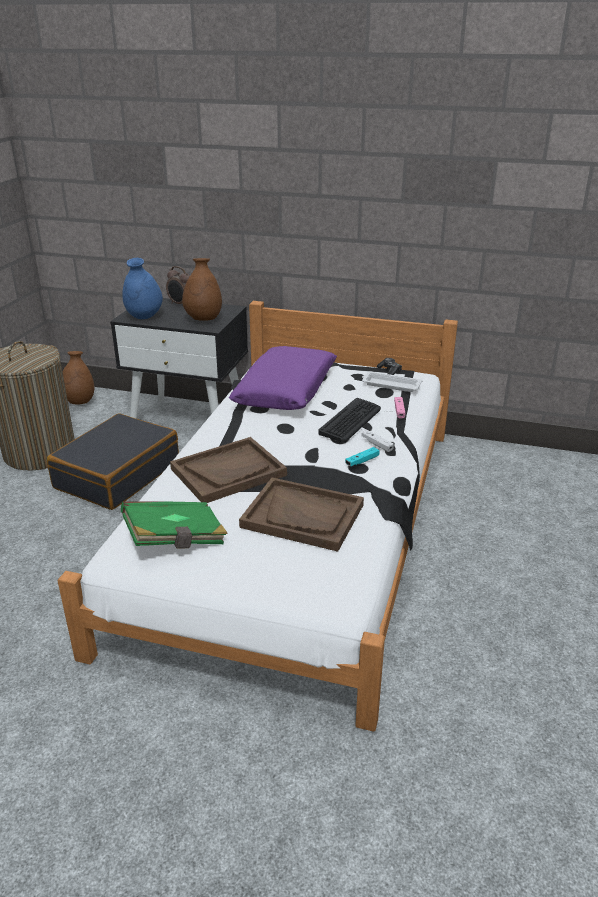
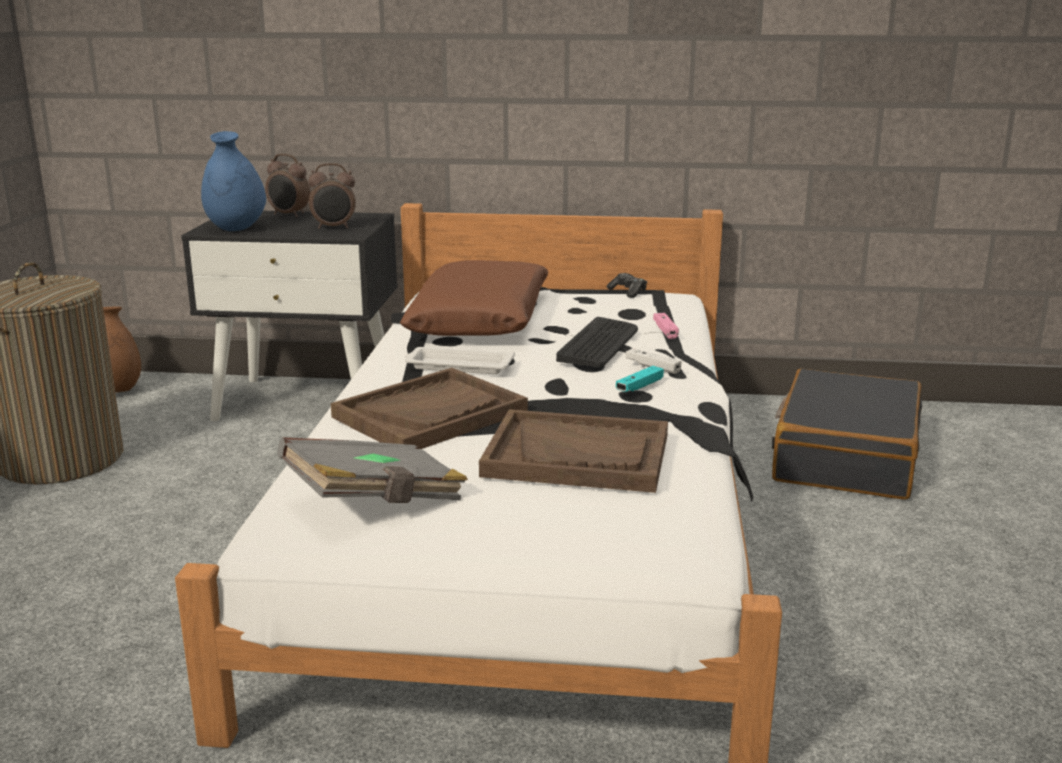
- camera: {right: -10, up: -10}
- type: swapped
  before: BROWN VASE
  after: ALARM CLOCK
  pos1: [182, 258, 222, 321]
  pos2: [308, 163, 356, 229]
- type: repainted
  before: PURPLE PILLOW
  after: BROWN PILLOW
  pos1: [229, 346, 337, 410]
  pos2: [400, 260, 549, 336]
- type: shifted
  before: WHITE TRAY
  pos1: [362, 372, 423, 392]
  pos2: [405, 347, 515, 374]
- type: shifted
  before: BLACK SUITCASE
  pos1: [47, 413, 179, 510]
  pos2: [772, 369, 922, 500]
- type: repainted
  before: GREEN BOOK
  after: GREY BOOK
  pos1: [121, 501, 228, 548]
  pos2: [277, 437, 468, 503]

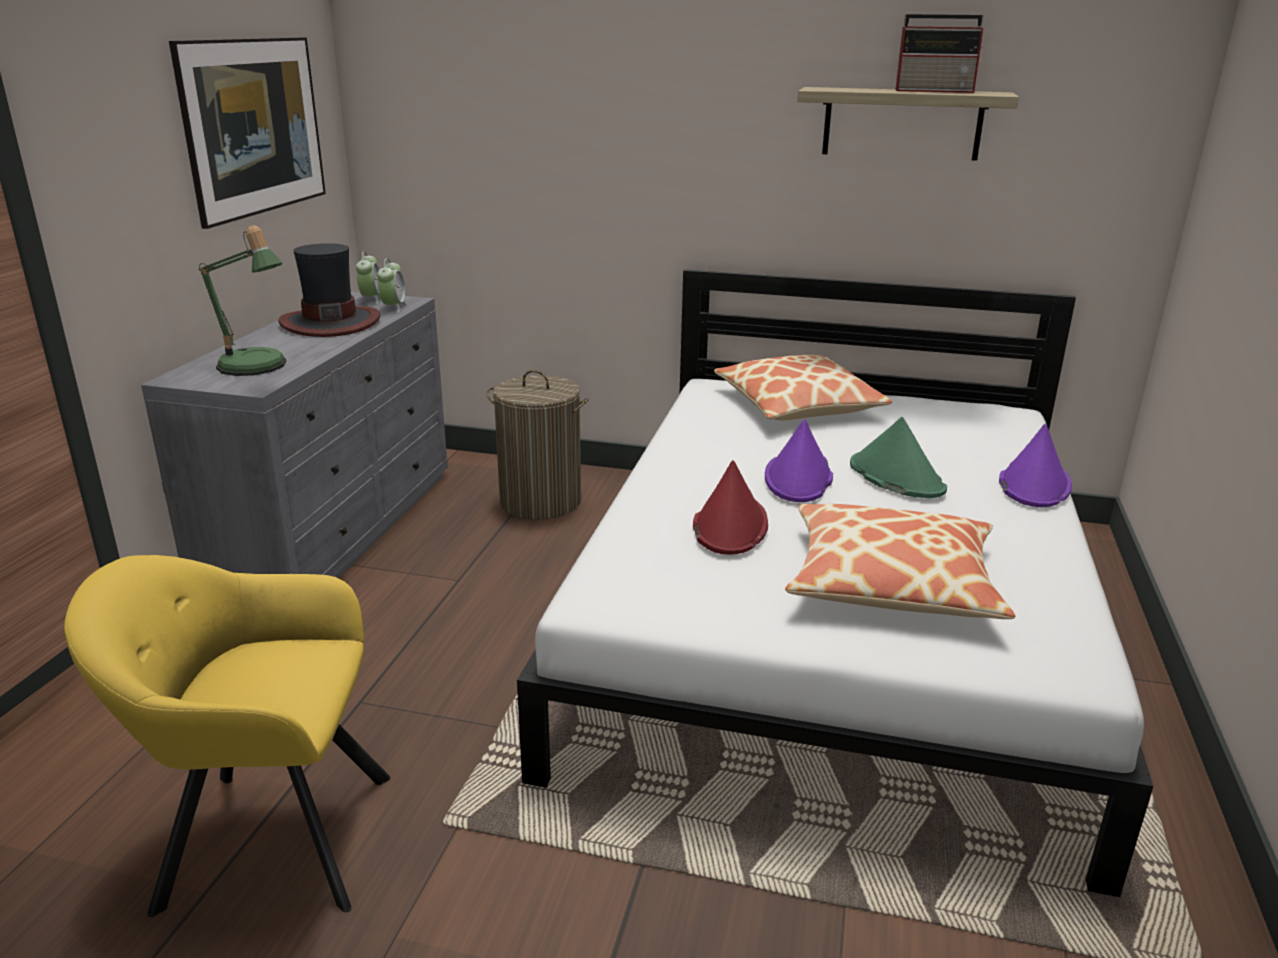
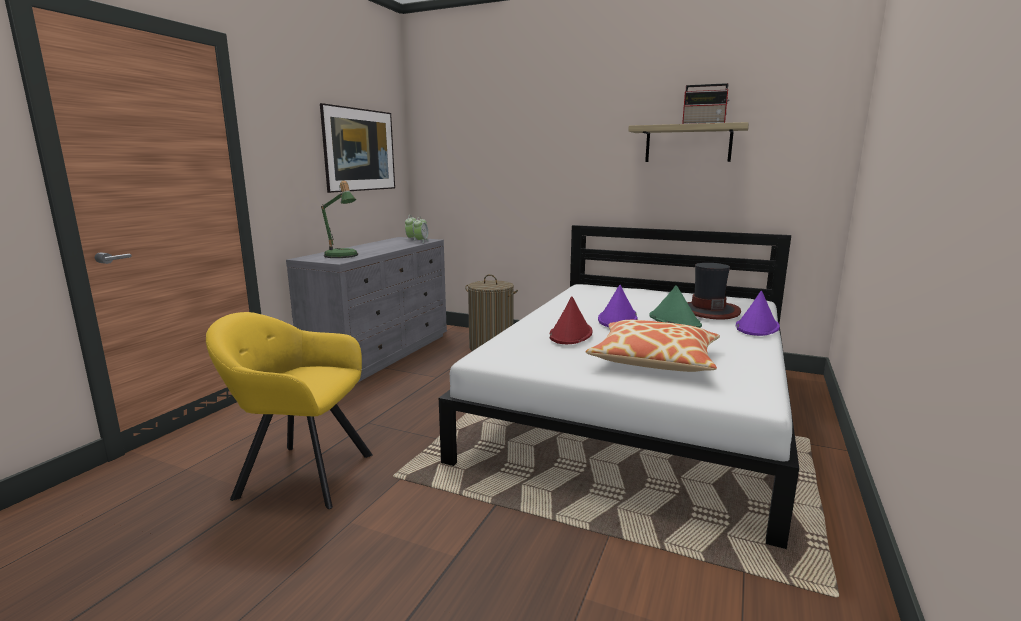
- camera: {right: 10, up: -10}
- type: shifted
  before: HAT
  pos1: [278, 243, 380, 337]
  pos2: [687, 263, 741, 319]
- type: gone
  before: PILLOW
  pos1: [714, 355, 892, 420]

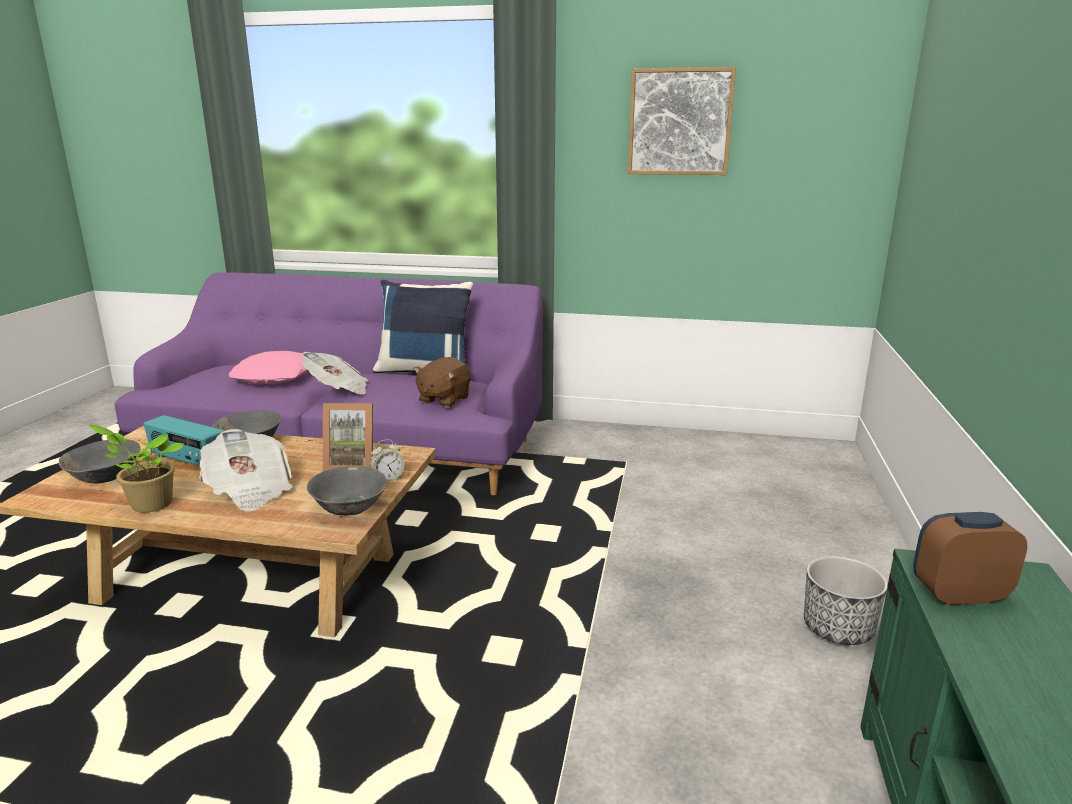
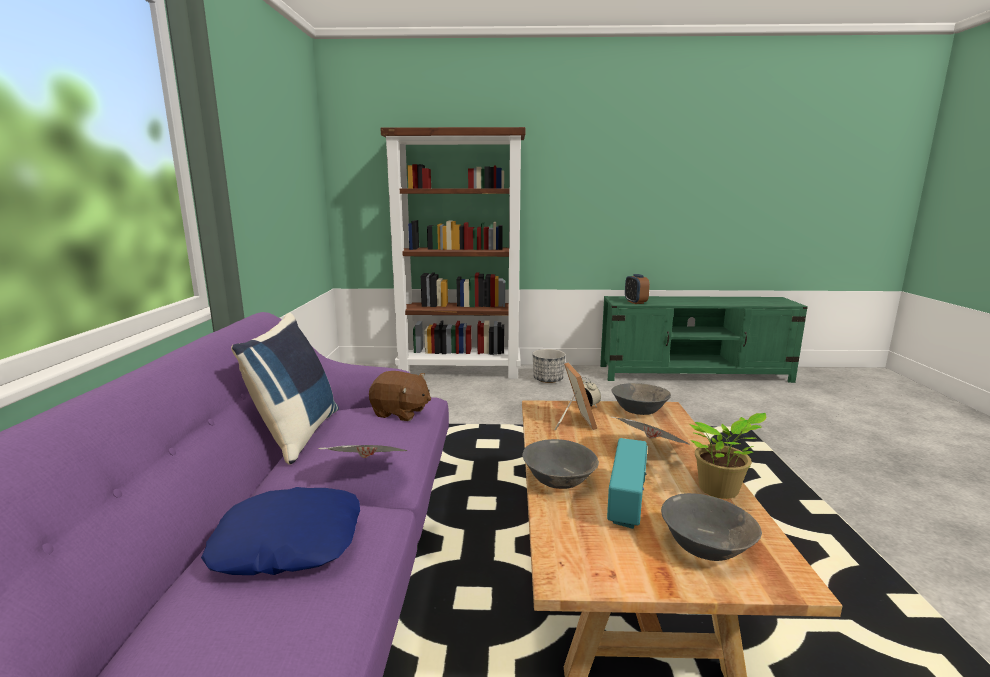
- camera: {right: -100, up: -5}
- type: gone
  before: PICTURE
  pos1: [628, 67, 736, 175]
- type: repainted
  before: PINK PILLOW
  after: BLUE PILLOW
  pos1: [229, 351, 307, 384]
  pos2: [201, 487, 360, 575]
- type: new
  after: BROWN BOOKCASE
  pos2: [380, 127, 525, 379]

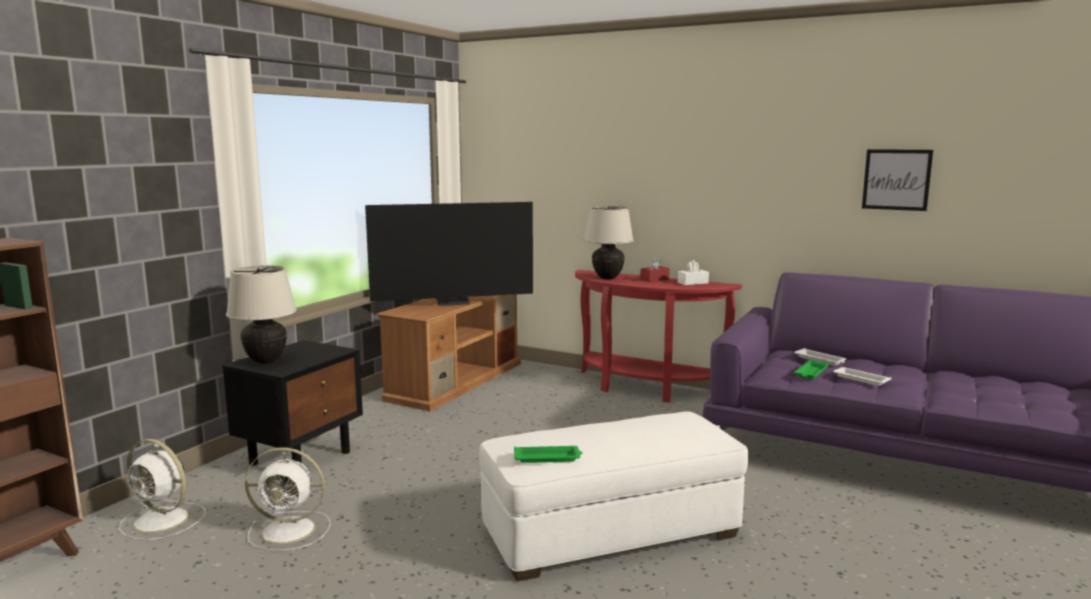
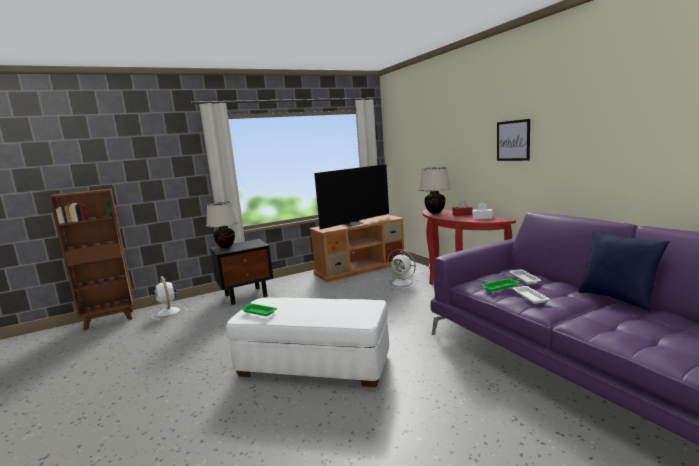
- camera: {right: 35, up: 0}
- type: shifted
  before: PICTURE
  pos1: [862, 149, 933, 211]
  pos2: [497, 119, 530, 161]
- type: rotated
  before: TELEVISION
  pos1: [365, 202, 533, 306]
  pos2: [314, 164, 389, 229]
  turn: -60
- type: shifted
  before: WHITE FAN
  pos1: [245, 448, 330, 551]
  pos2: [387, 249, 418, 288]
- type: new
  after: BLUE PILLOW
  pos2: [578, 229, 670, 313]

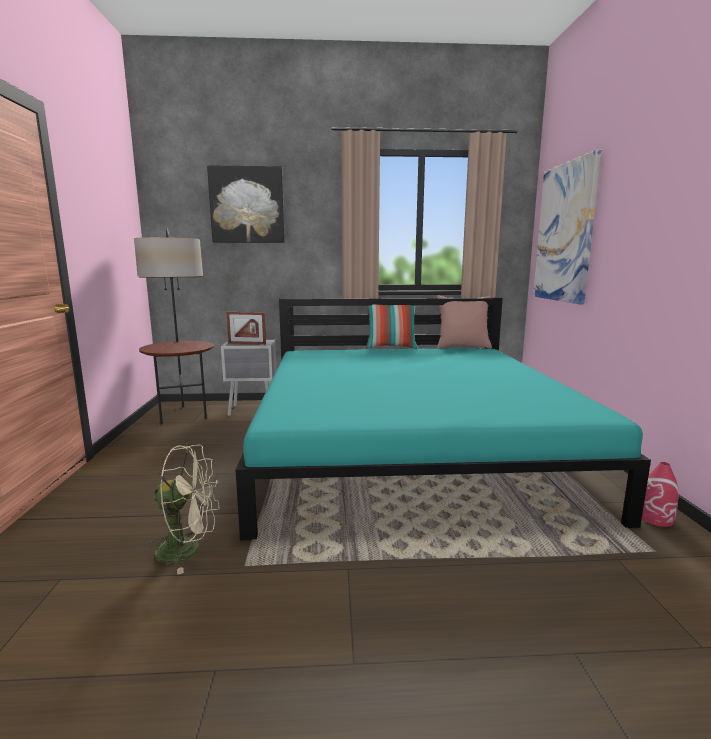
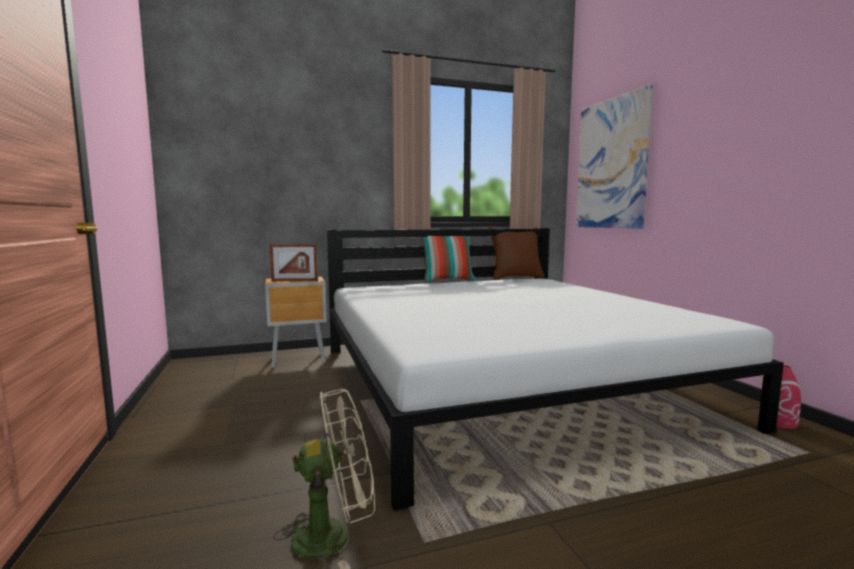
- camera: {right: -15, up: -5}
- type: gone
  before: PICTURE
  pos1: [207, 165, 285, 243]
- type: gone
  before: FLOOR LAMP
  pos1: [134, 229, 214, 424]
- type: repainted
  before: PINK PILLOW
  after: BROWN PILLOW
  pos1: [437, 296, 492, 348]
  pos2: [489, 227, 545, 280]
- type: repainted
  before: TURQUOISE BED
  after: WHITE BED
  pos1: [235, 298, 651, 541]
  pos2: [327, 228, 784, 511]
- type: repainted
  before: GREY NIGHTSTAND
  after: BROWN NIGHTSTAND
  pos1: [221, 340, 276, 416]
  pos2: [265, 277, 327, 368]

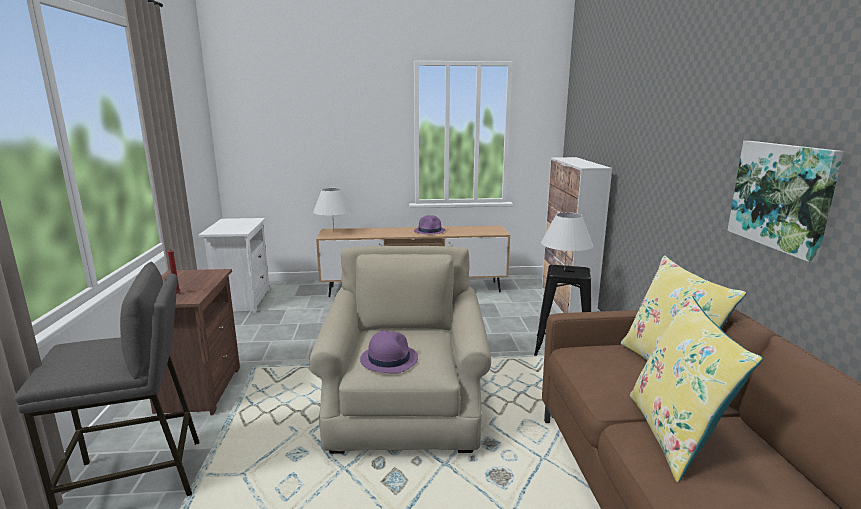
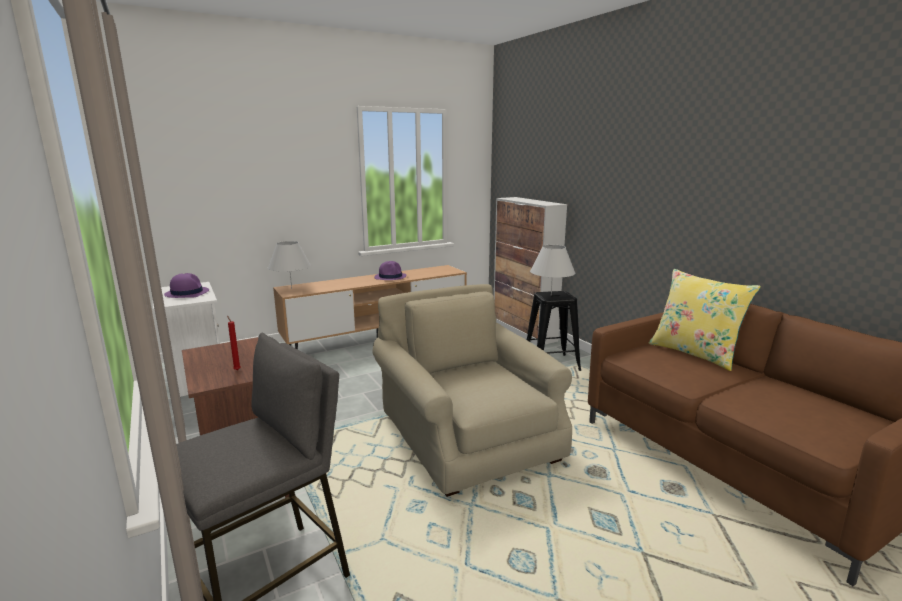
- camera: {right: -25, up: 0}
- type: gone
  before: PICTURE
  pos1: [727, 141, 844, 262]
- type: gone
  before: YELLOW PILLOW
  pos1: [630, 295, 763, 482]
- type: shifted
  before: PURPLE HAT
  pos1: [360, 330, 418, 374]
  pos2: [164, 273, 209, 298]

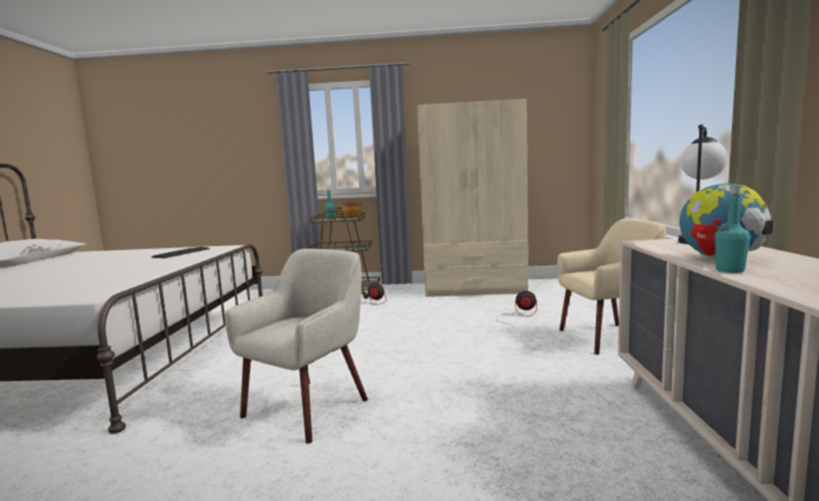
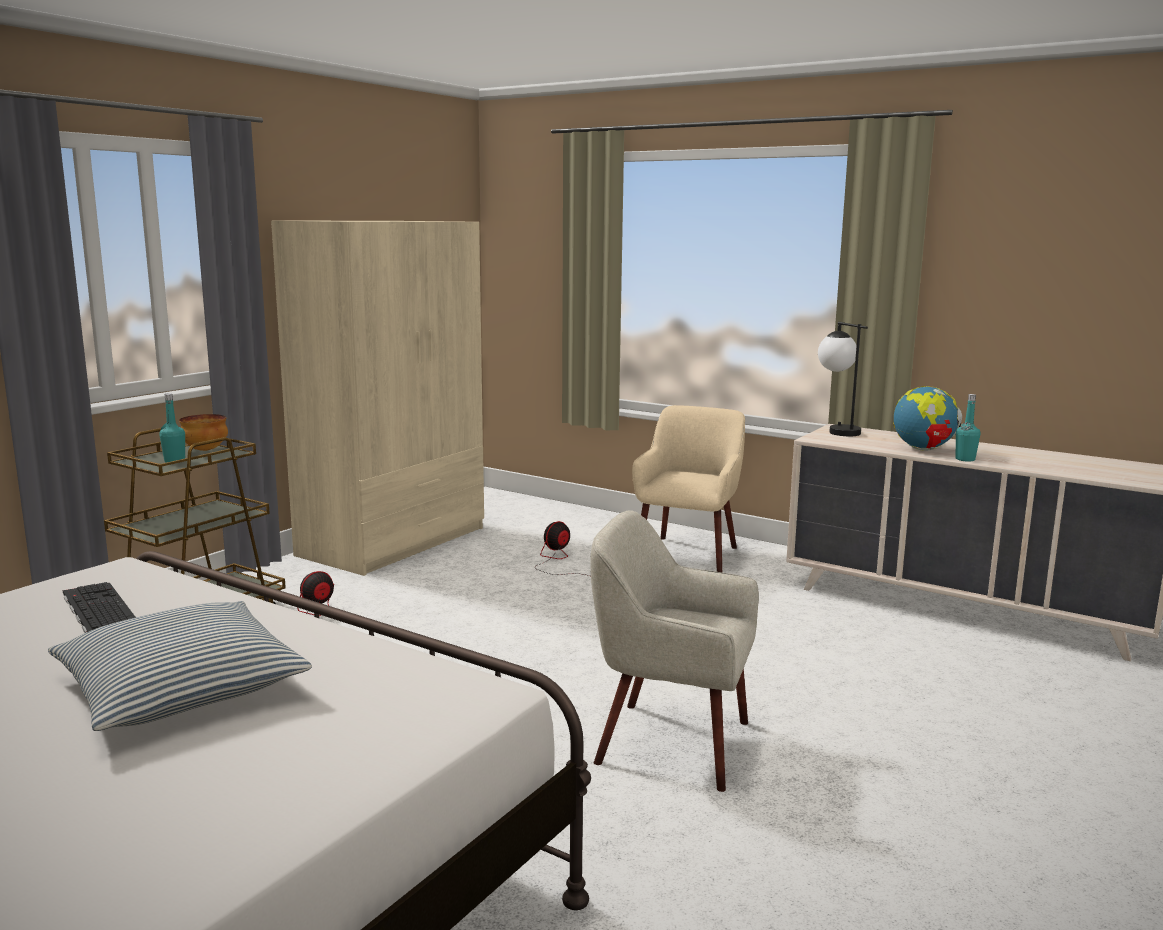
- camera: {right: -60, up: 5}
- type: rotated
  before: BEIGE ARMCHAIR
  pos1: [225, 249, 368, 444]
  pos2: [590, 510, 759, 792]
  turn: -45
- type: new
  after: PILLOW
  pos2: [48, 601, 312, 731]

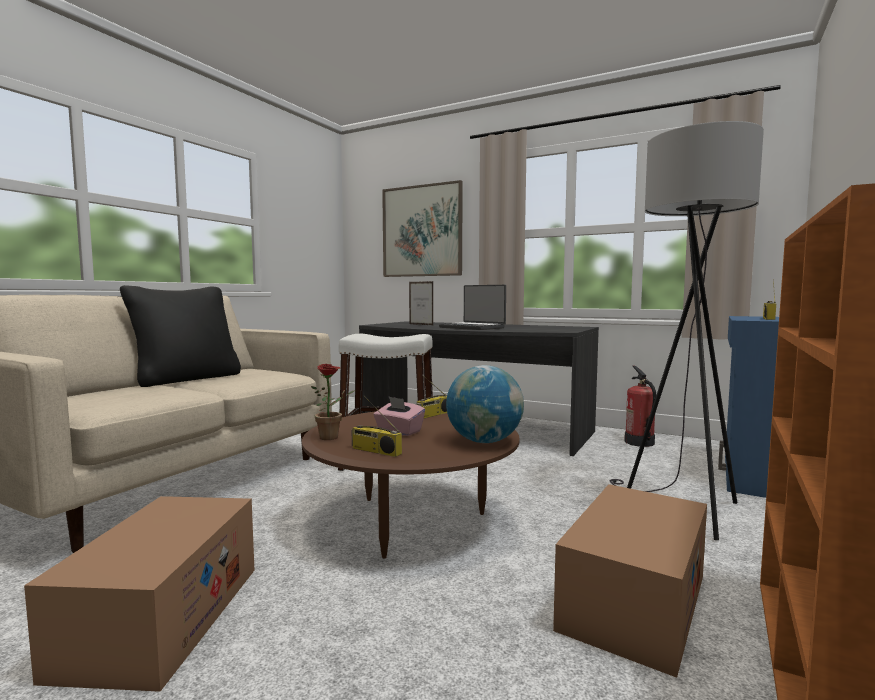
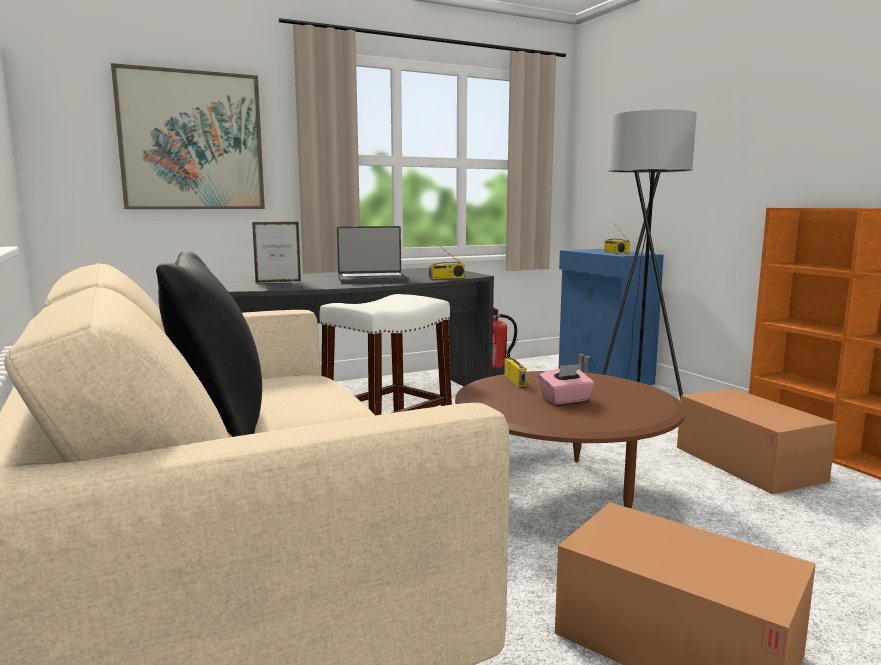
- camera: {right: -55, up: 5}
- type: gone
  before: POTTED PLANT
  pos1: [311, 364, 356, 440]
- type: gone
  before: GLOBE
  pos1: [446, 365, 524, 443]
- type: shifted
  before: RADIO
  pos1: [352, 396, 402, 457]
  pos2: [429, 243, 465, 279]

